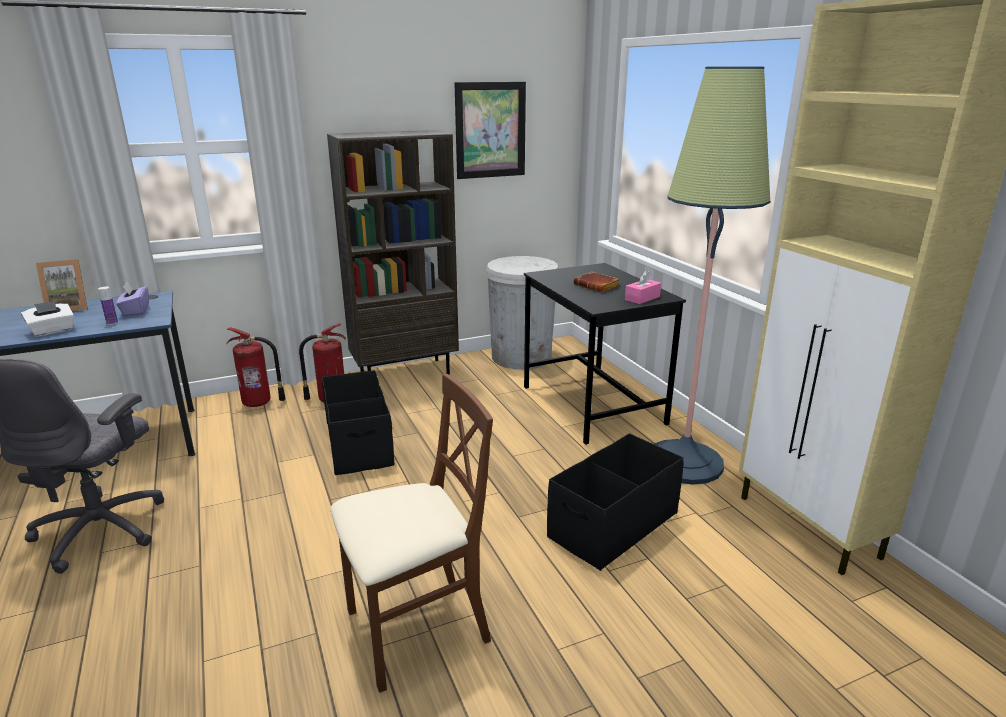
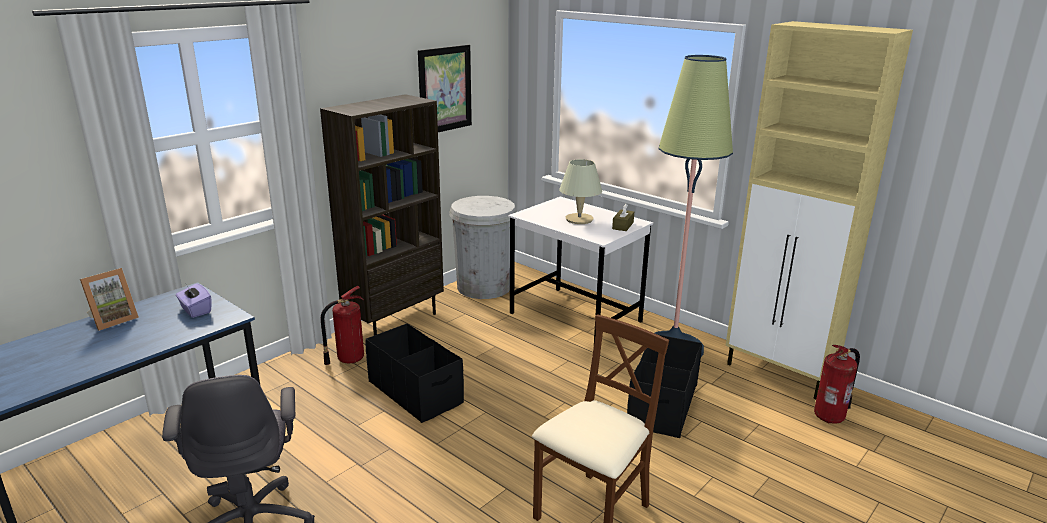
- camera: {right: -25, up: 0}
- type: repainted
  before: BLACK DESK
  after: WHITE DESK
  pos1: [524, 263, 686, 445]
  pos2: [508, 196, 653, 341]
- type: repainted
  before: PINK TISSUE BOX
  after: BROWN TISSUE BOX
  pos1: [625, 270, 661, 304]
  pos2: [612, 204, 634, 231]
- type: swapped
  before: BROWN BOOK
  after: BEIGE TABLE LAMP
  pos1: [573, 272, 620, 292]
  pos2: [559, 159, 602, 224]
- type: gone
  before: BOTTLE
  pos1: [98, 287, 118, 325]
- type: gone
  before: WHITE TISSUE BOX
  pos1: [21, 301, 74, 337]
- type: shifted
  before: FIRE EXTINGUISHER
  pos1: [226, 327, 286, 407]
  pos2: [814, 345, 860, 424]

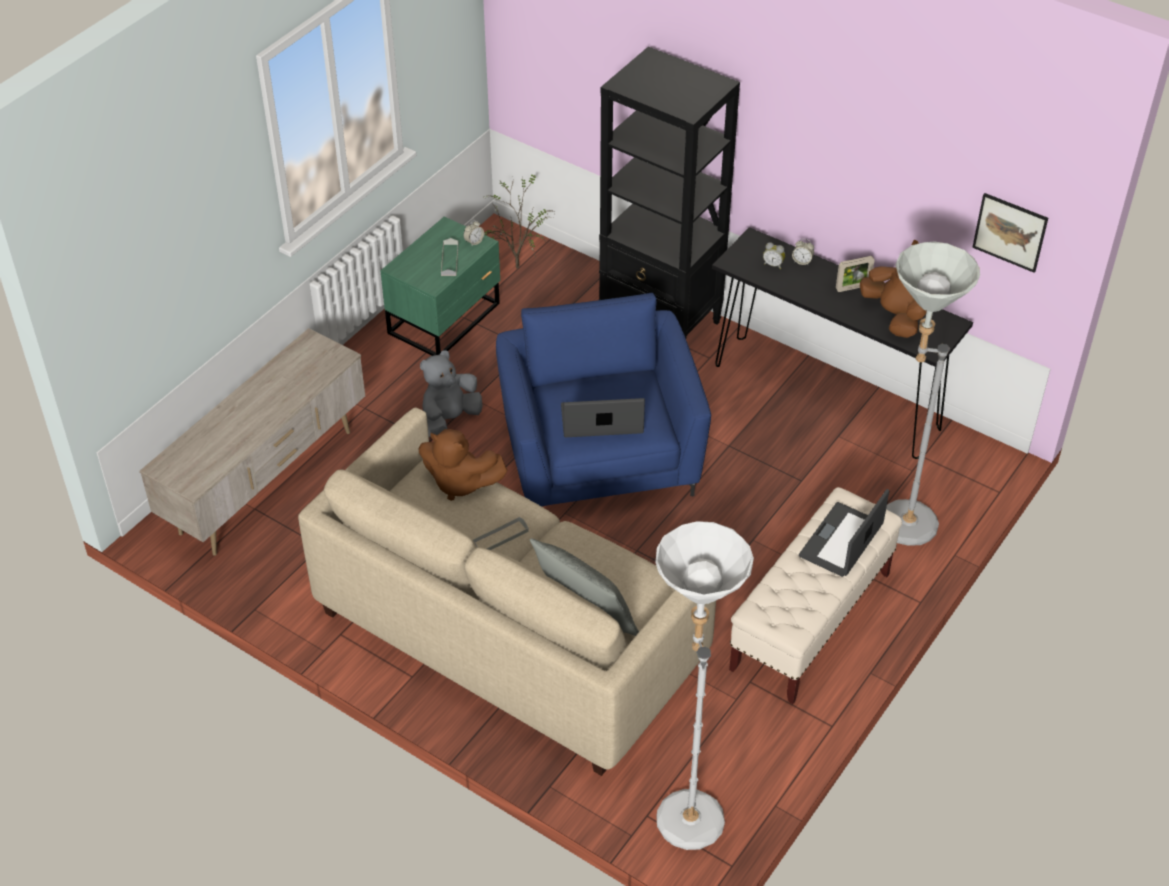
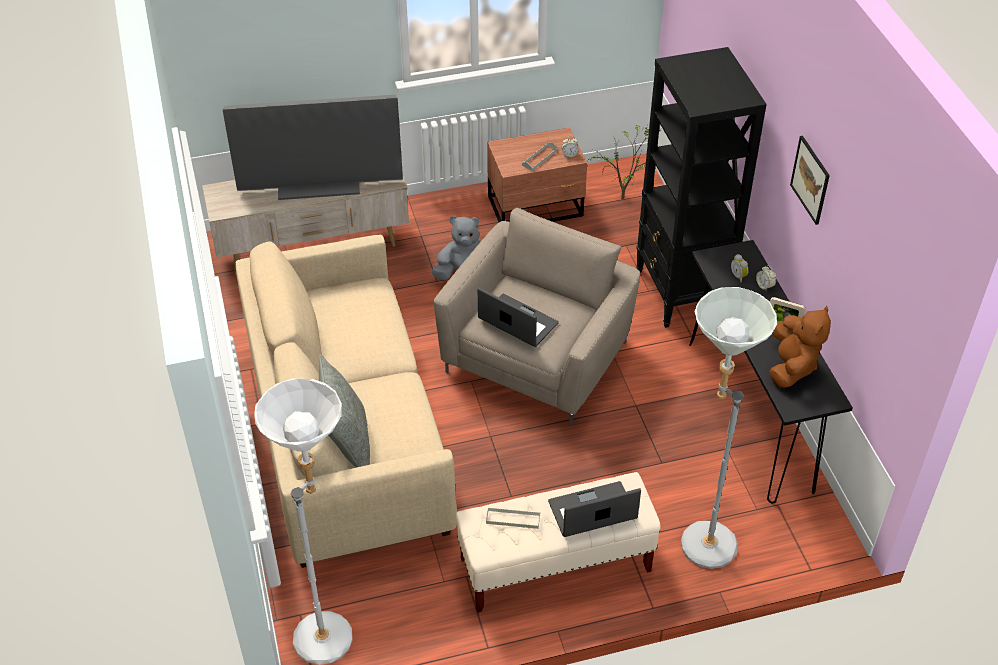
- camera: {right: 40, up: 0}
- type: shifted
  before: PICTURE
  pos1: [972, 193, 1048, 272]
  pos2: [790, 136, 830, 225]
- type: repainted
  before: GREEN NIGHTSTAND
  after: BROWN NIGHTSTAND
  pos1: [381, 216, 500, 356]
  pos2: [487, 128, 587, 222]
- type: repainted
  before: BLUE ARMCHAIR
  after: BEIGE ARMCHAIR
  pos1: [496, 293, 711, 506]
  pos2: [433, 208, 640, 425]
- type: gone
  before: BROWN PLUSH TOY
  pos1: [418, 429, 508, 501]
- type: shifted
  before: GREY TRAY
  pos1: [473, 517, 529, 550]
  pos2: [486, 507, 540, 529]
- type: new
  after: TELEVISION
  pos2: [222, 95, 403, 200]

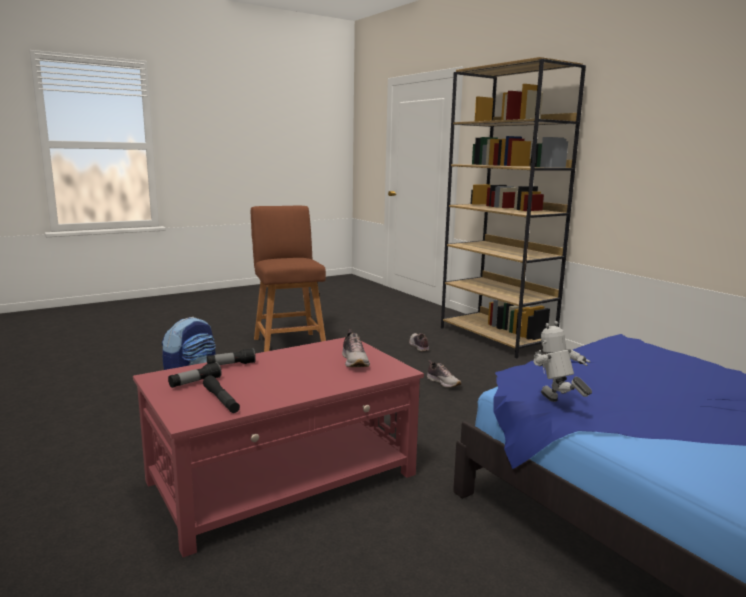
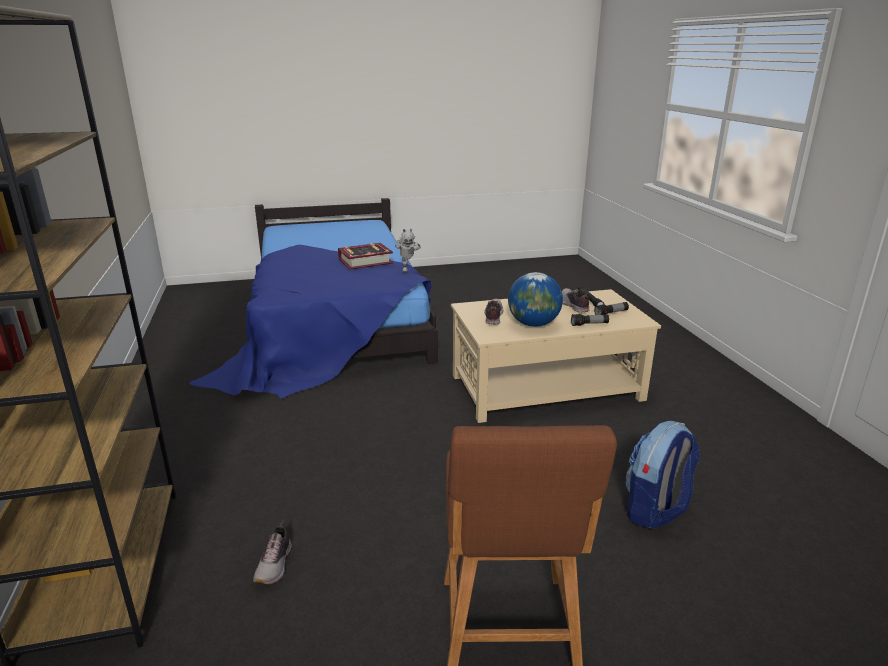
- camera: {right: -160, up: 10}
- type: repainted
  before: RED COFFEE TABLE
  after: BEIGE COFFEE TABLE
  pos1: [133, 337, 424, 557]
  pos2: [451, 289, 661, 423]
- type: shifted
  before: SHOE
  pos1: [427, 360, 461, 388]
  pos2: [562, 288, 589, 312]
- type: new
  after: BOOK
  pos2: [338, 243, 393, 270]
- type: new
  after: GLOBE
  pos2: [508, 272, 563, 327]

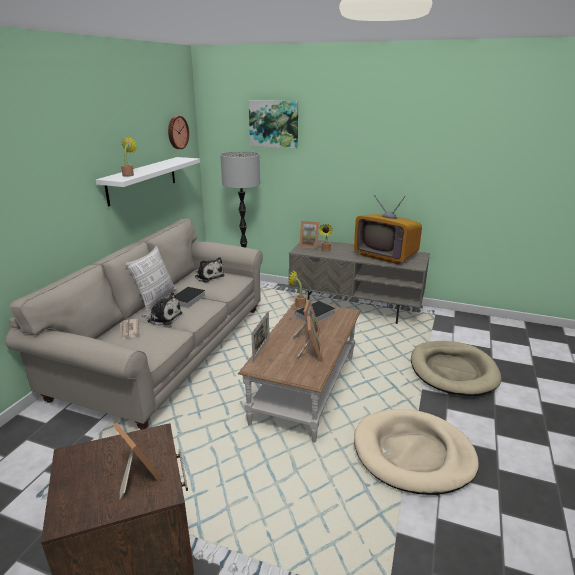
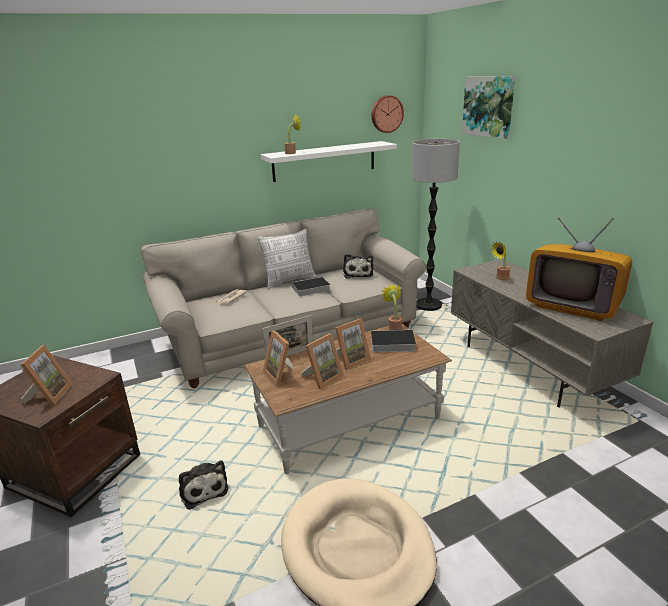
- camera: {right: 45, up: 0}
- type: rotated
  before: TELEVISION
  pos1: [354, 195, 422, 264]
  pos2: [526, 217, 632, 321]
  turn: -45
- type: shifted
  before: PICTURE FRAME
  pos1: [299, 221, 319, 248]
  pos2: [263, 331, 293, 386]
- type: shifted
  before: PLUSH TOY
  pos1: [141, 293, 182, 326]
  pos2: [179, 460, 229, 510]
- type: gone
  before: BEIGE DOG BED
  pos1: [411, 341, 501, 396]

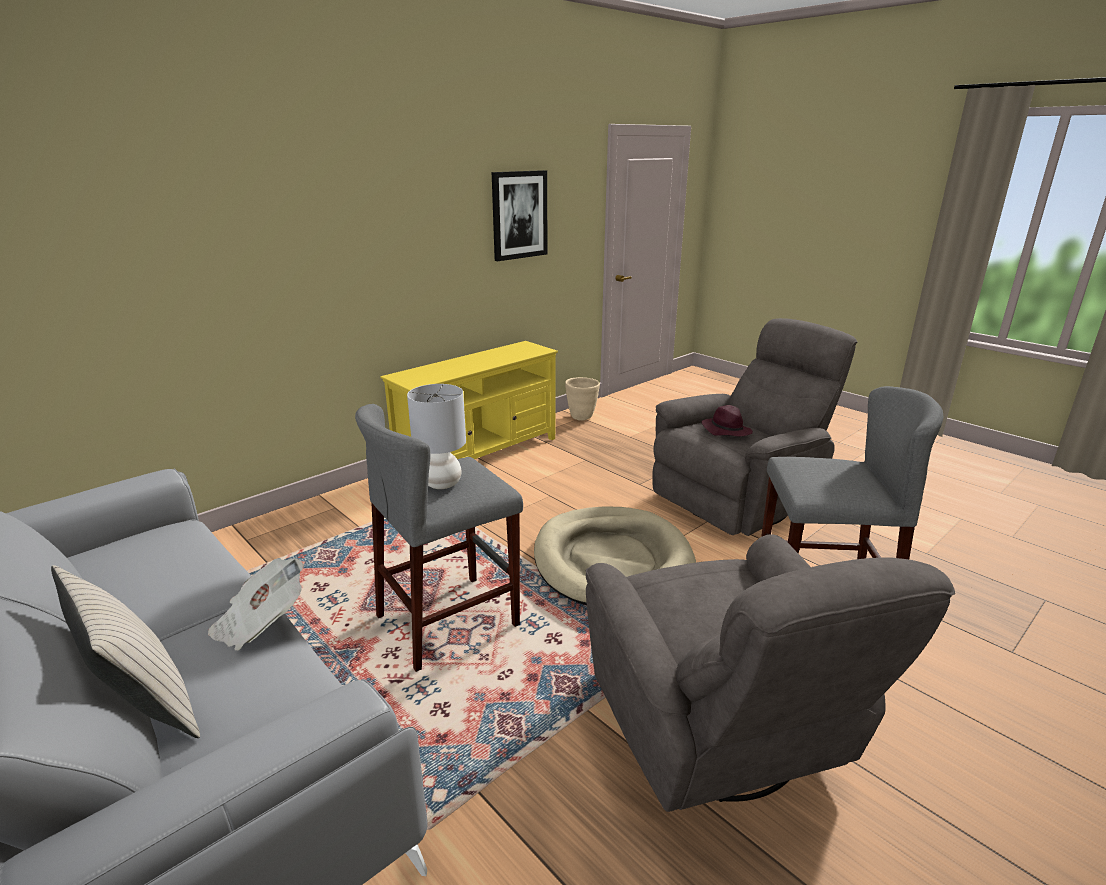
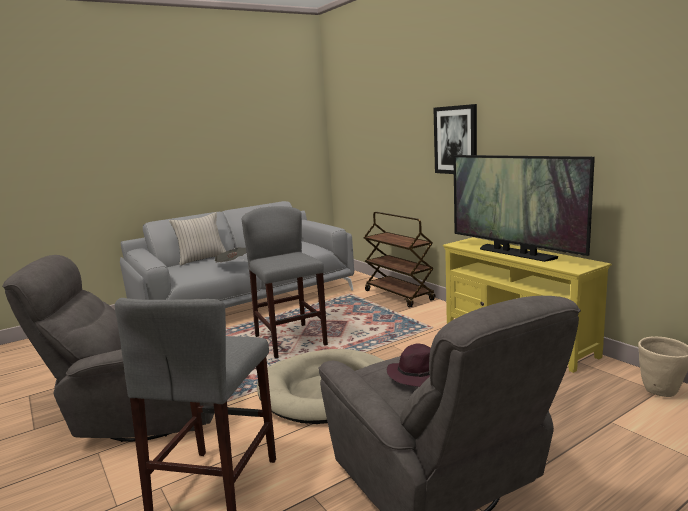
- camera: {right: 100, up: -10}
- type: shifted
  before: PICTURE
  pos1: [492, 170, 547, 261]
  pos2: [434, 104, 477, 174]
- type: gone
  before: GREY TABLE LAMP
  pos1: [407, 384, 466, 489]
- type: new
  after: TELEVISION
  pos2: [453, 155, 595, 262]
- type: new
  after: BROWN CART
  pos2: [363, 212, 435, 308]

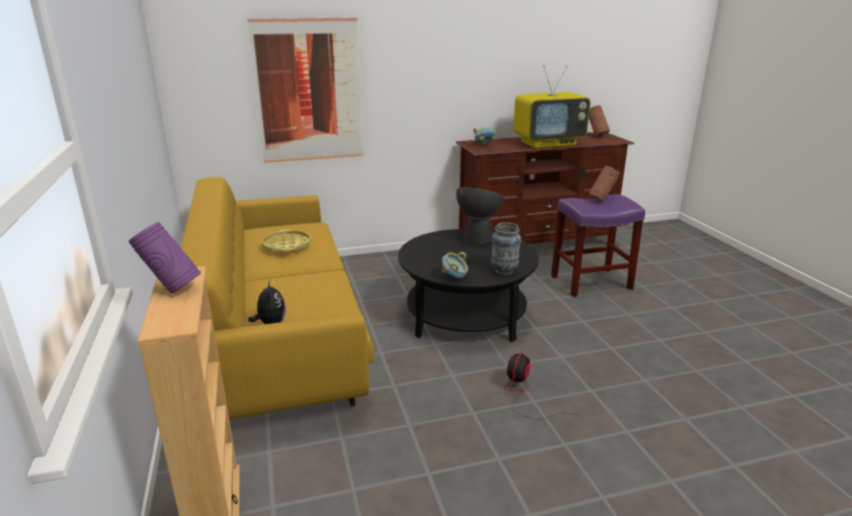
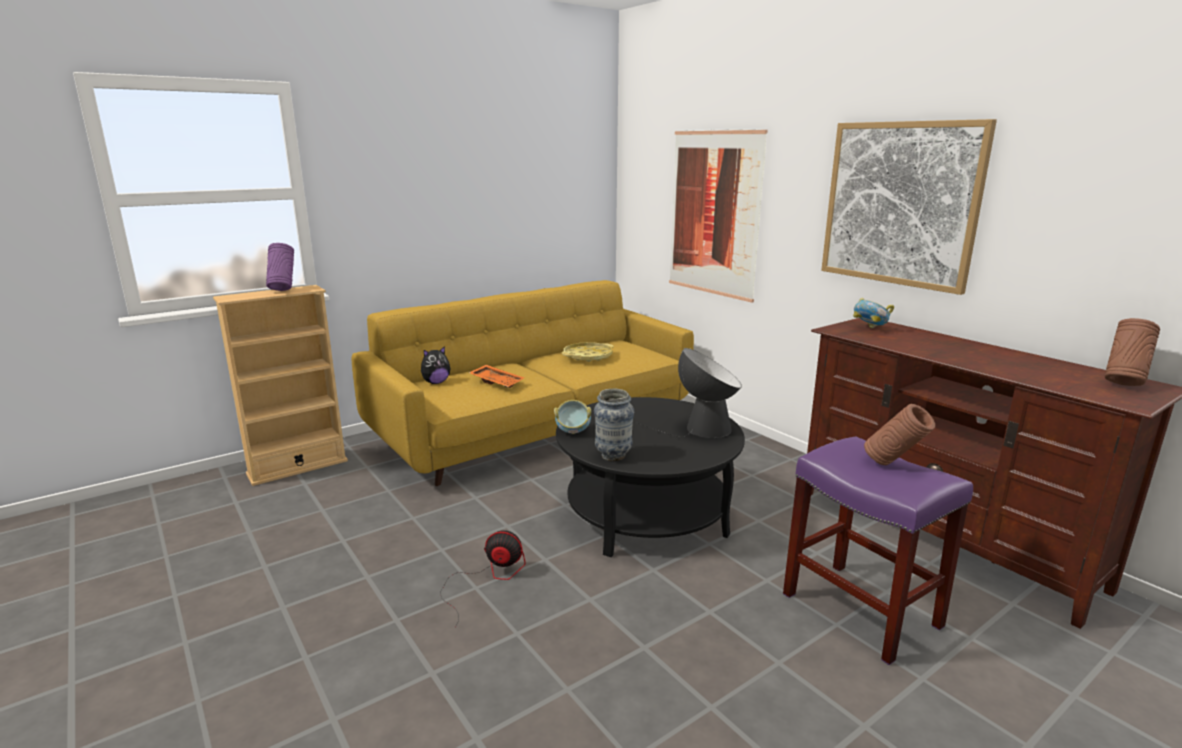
- camera: {right: 70, up: -5}
- type: gone
  before: TELEVISION
  pos1: [513, 66, 590, 148]
- type: new
  after: PICTURE
  pos2: [821, 119, 997, 295]
- type: new
  after: ORANGE TRAY
  pos2: [469, 365, 525, 388]

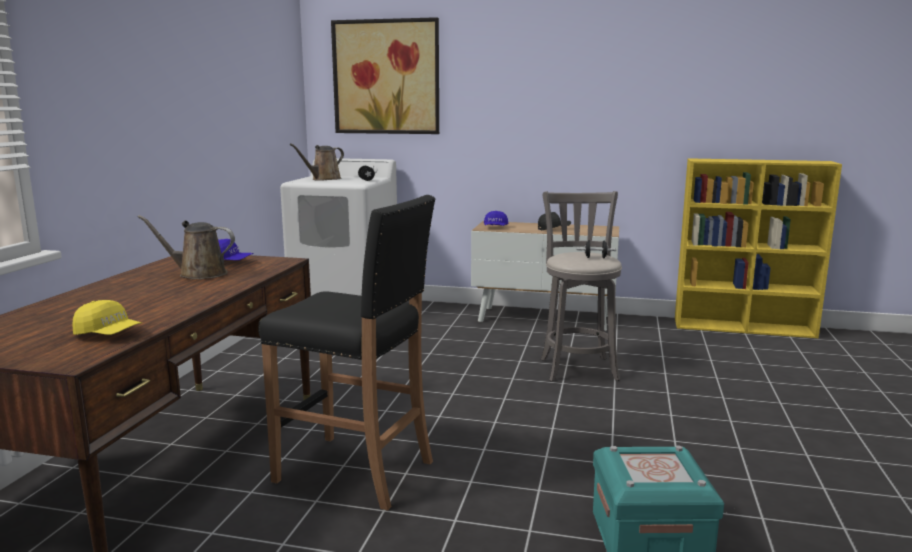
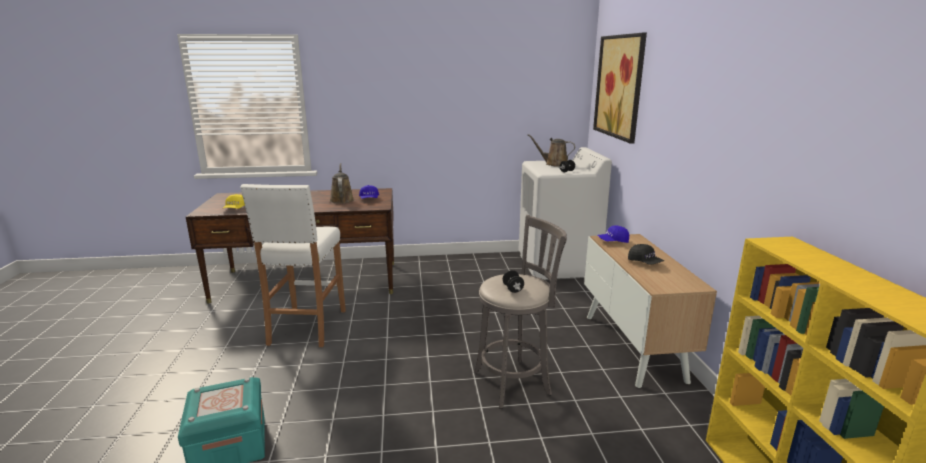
- camera: {right: 70, up: 5}
- type: repainted
  before: BLACK STOOL
  after: WHITE STOOL
  pos1: [258, 195, 435, 511]
  pos2: [240, 184, 346, 347]

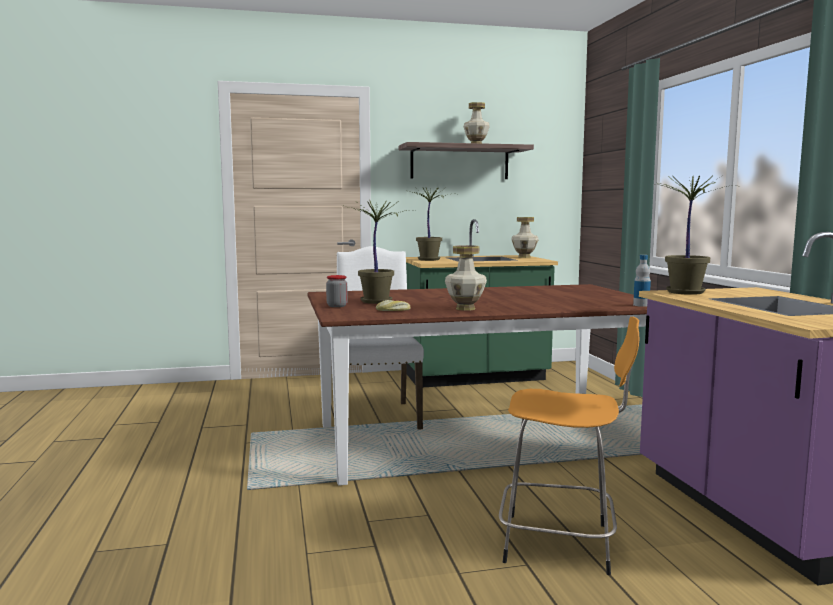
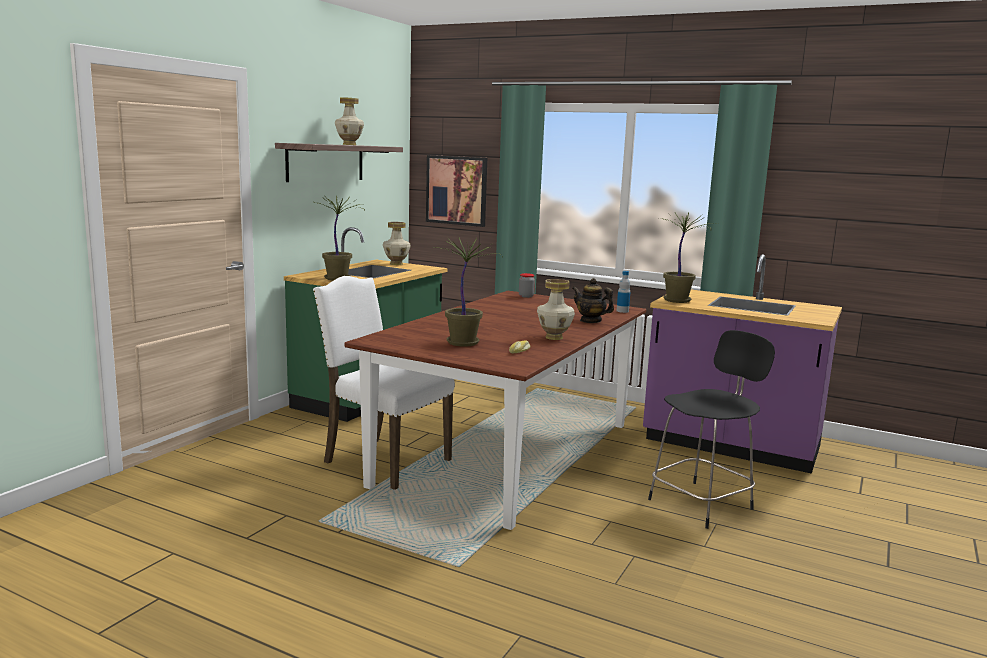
- camera: {right: -50, up: 5}
- type: shifted
  before: JAR
  pos1: [326, 275, 348, 307]
  pos2: [519, 273, 535, 298]
- type: repainted
  before: ORANGE STOOL
  after: BLACK STOOL
  pos1: [499, 317, 640, 575]
  pos2: [648, 330, 775, 529]
- type: new
  after: PICTURE
  pos2: [426, 155, 487, 227]
- type: new
  after: TEAPOT
  pos2: [572, 278, 614, 323]

